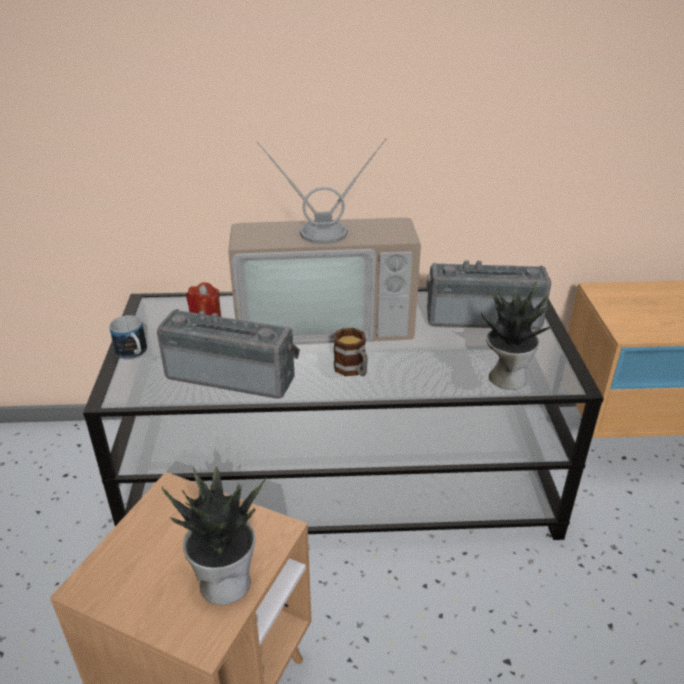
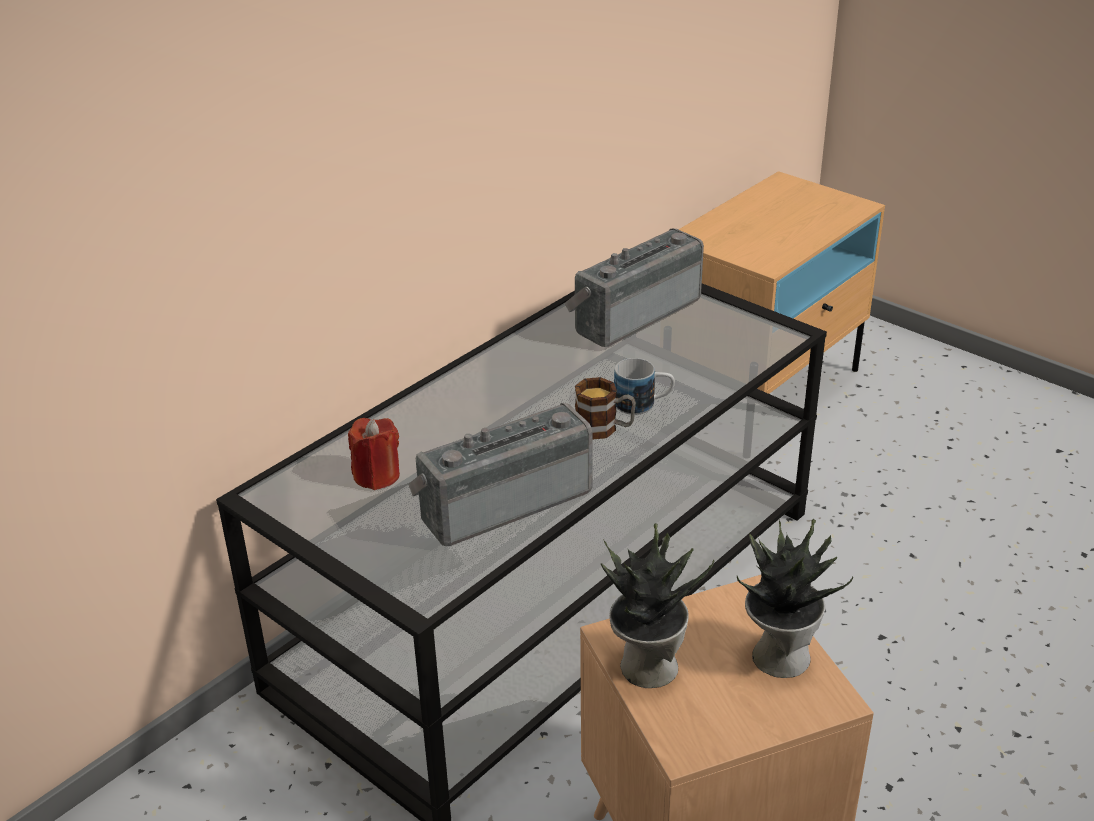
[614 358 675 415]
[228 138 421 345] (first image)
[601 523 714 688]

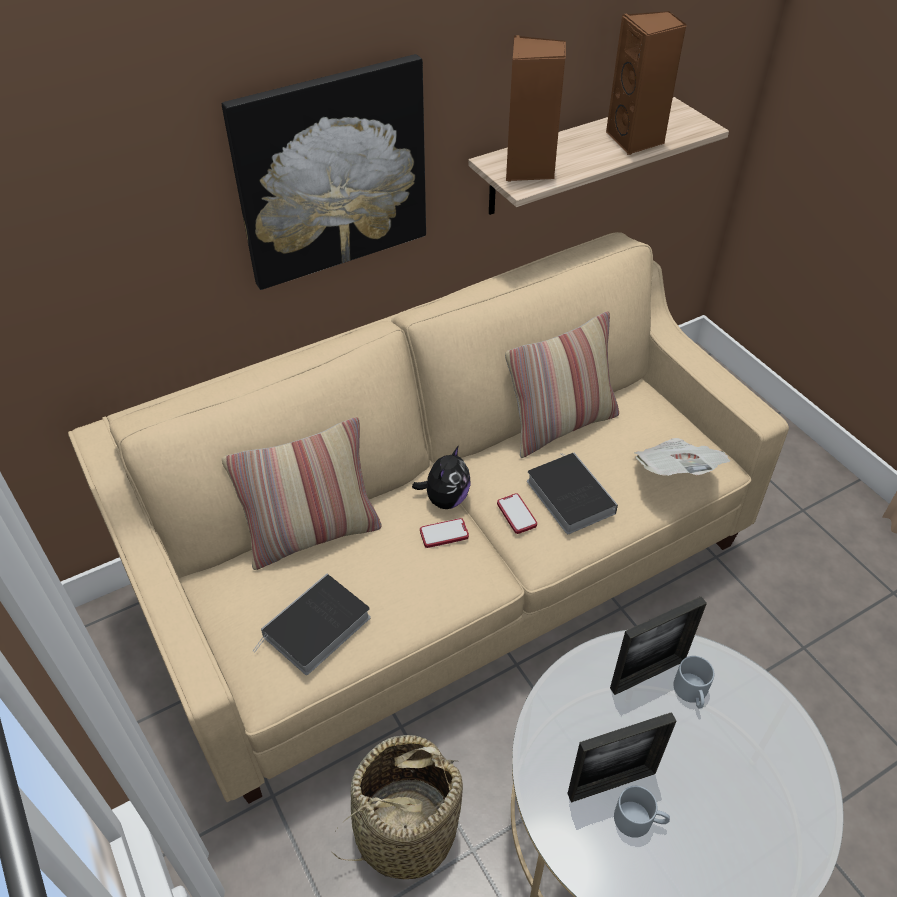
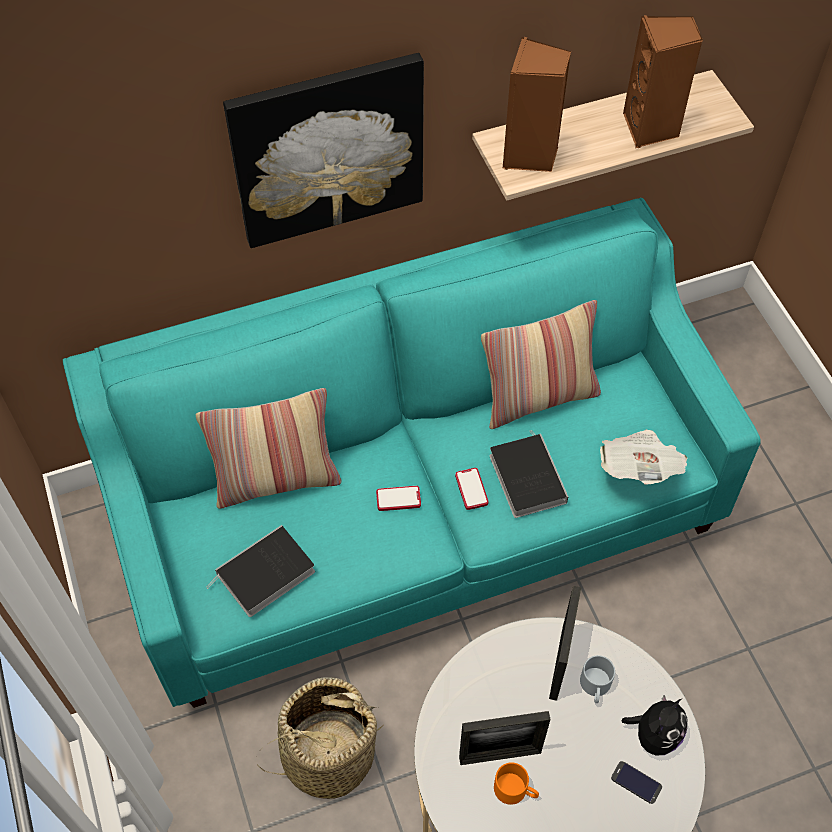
[63 198 761 708]
[621 695 687 755]
[549 586 581 701]
[494 762 539 805]
[611 761 662 804]

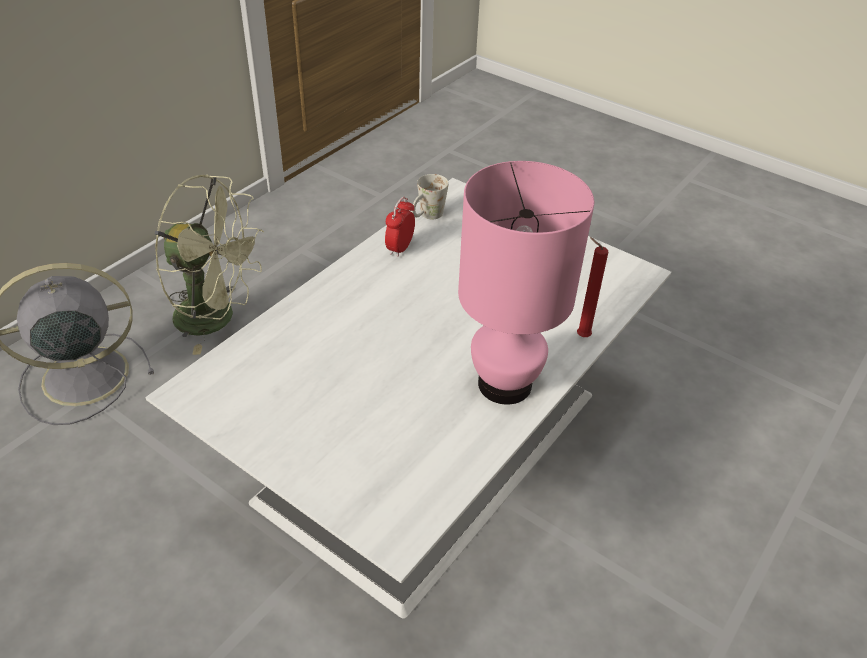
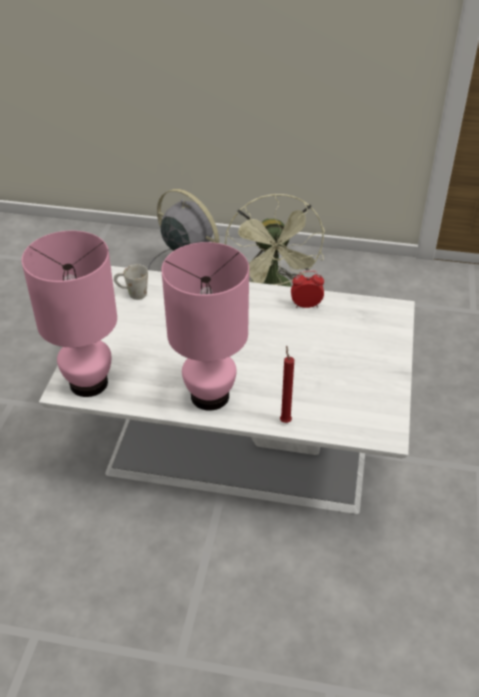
[114 264 148 300]
[22 231 117 397]

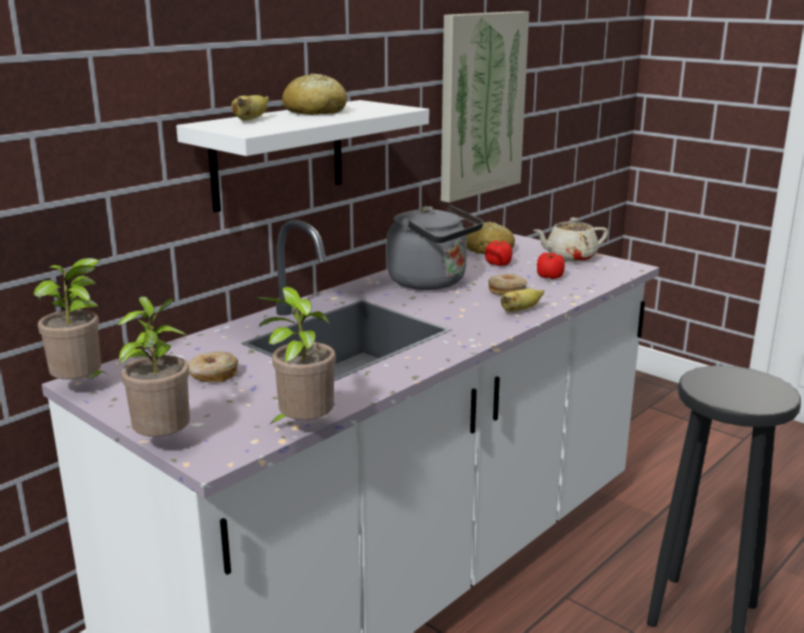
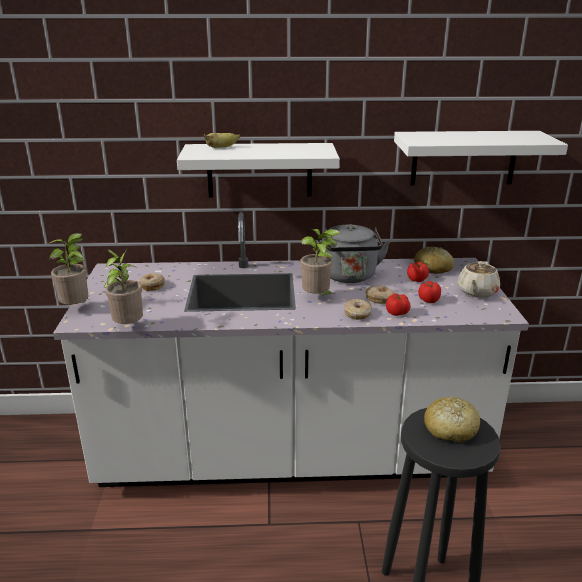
[300 229 341 296]
[424 397 480 442]
[394 131 568 185]
[344 299 372 320]
[458 261 500 298]
[386 293 410 316]

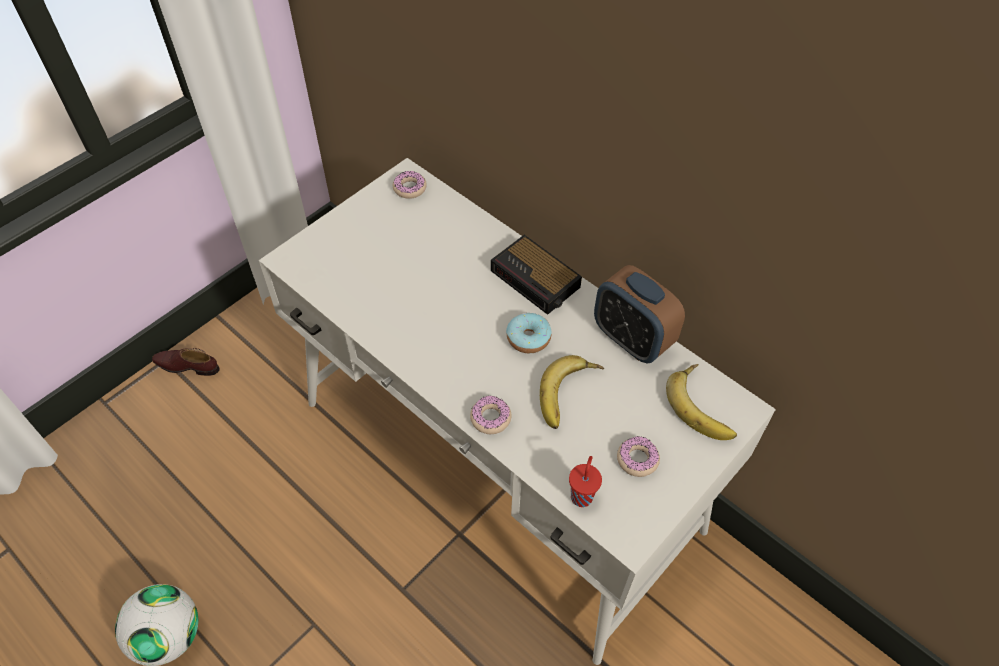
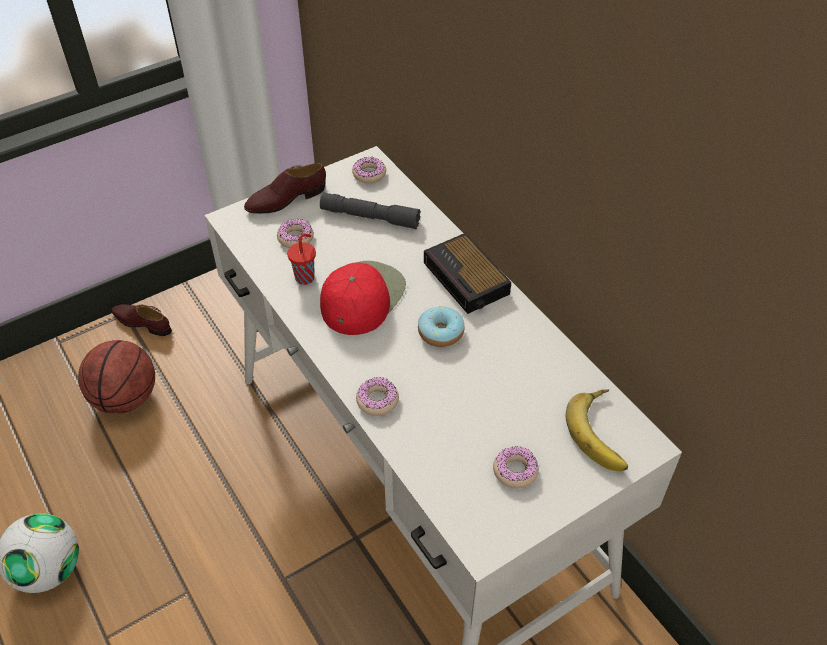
[540 355 604 429] (first image)
[287 233 316 285]
[594 265 685 364] (first image)
[78 340 155 414]
[244 163 326 214]
[277 219 314 248]
[320 193 421 229]
[320 261 406 335]

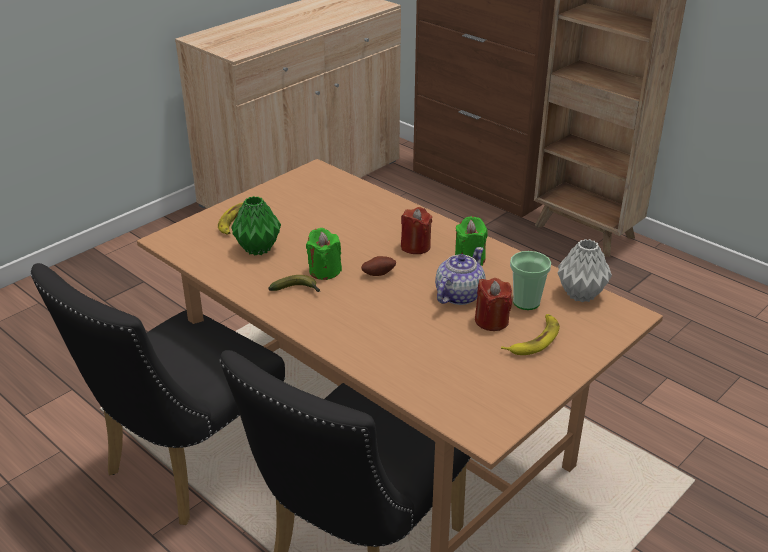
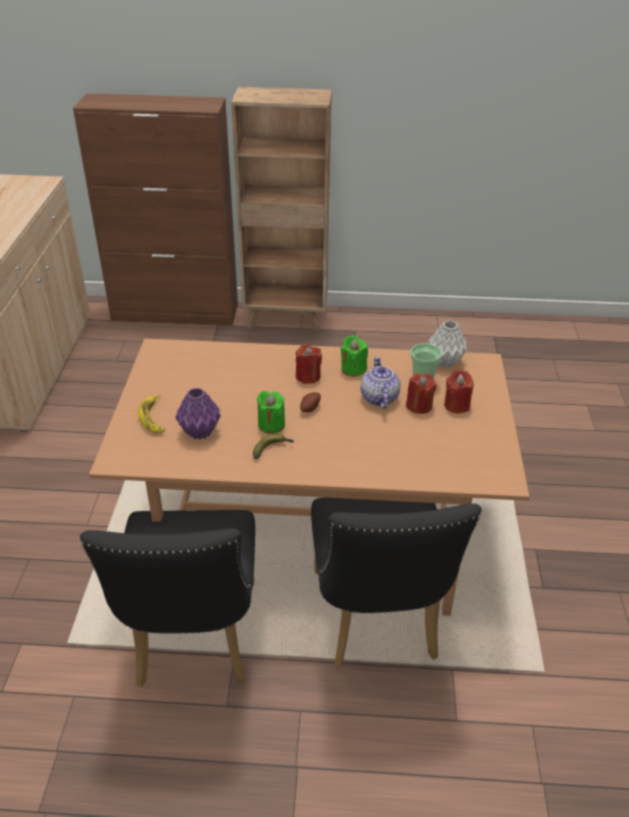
[175 388 221 440]
[444 370 474 413]

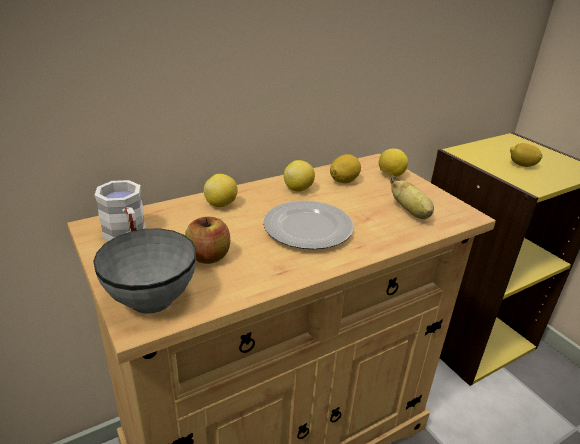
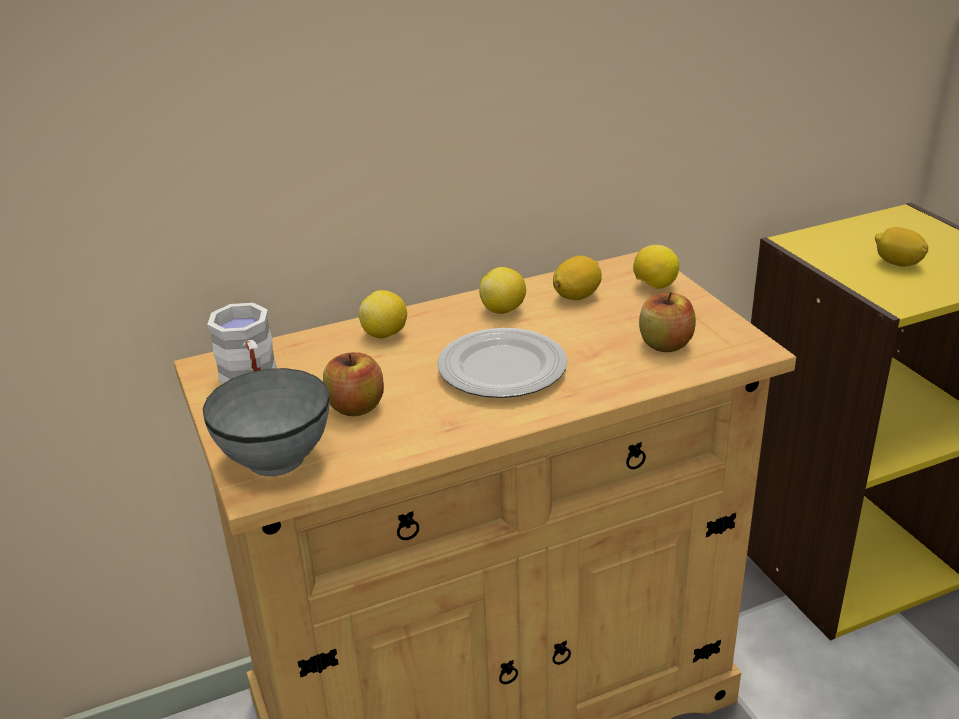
[639 292 696 352]

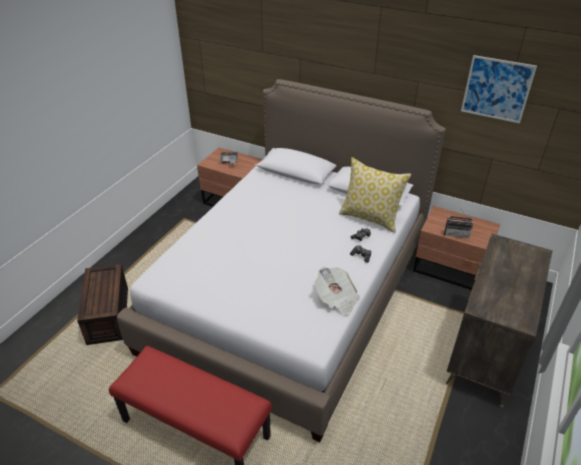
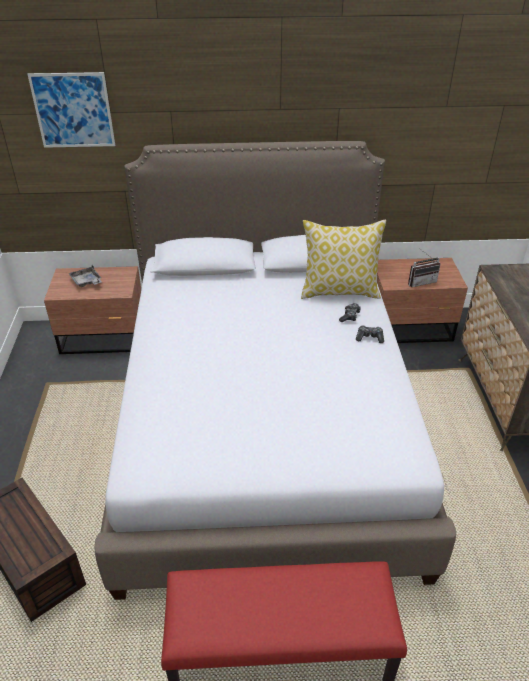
[315 267 360 315] (first image)
[28 72 115 148]

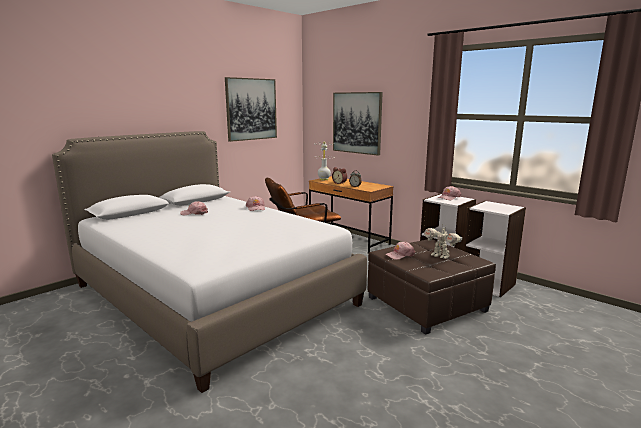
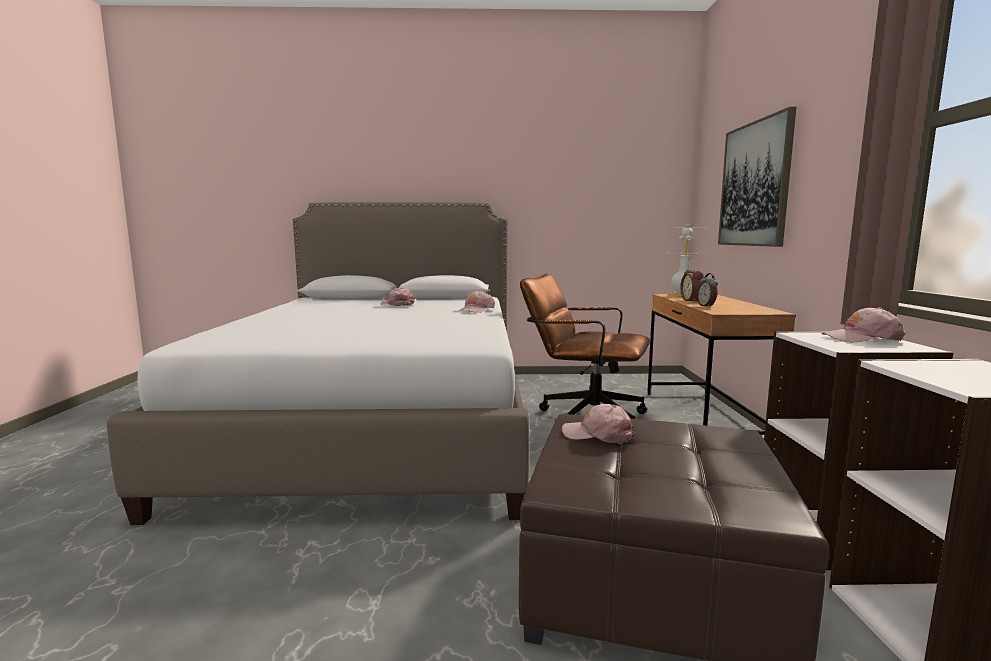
[225 77 277 142] (first image)
[424 226 462 259] (first image)

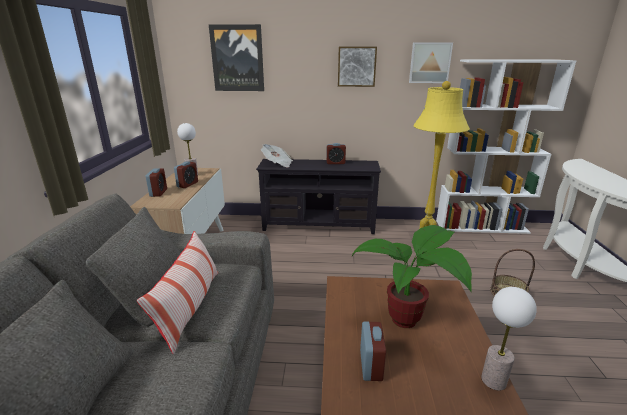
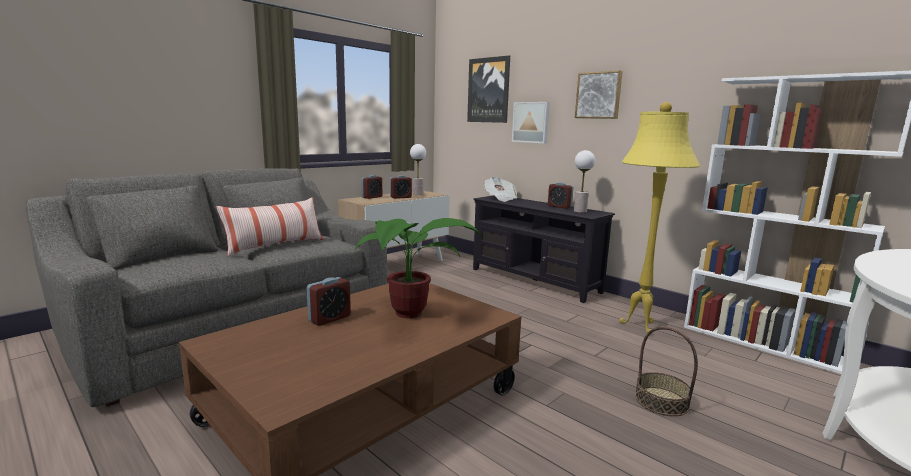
[512 102 550 143]
[574 150 595 213]

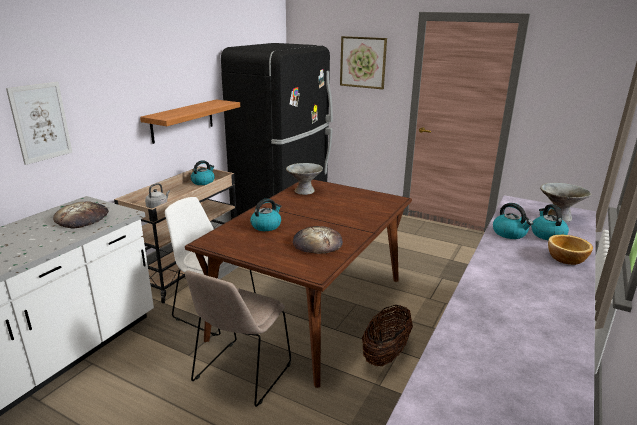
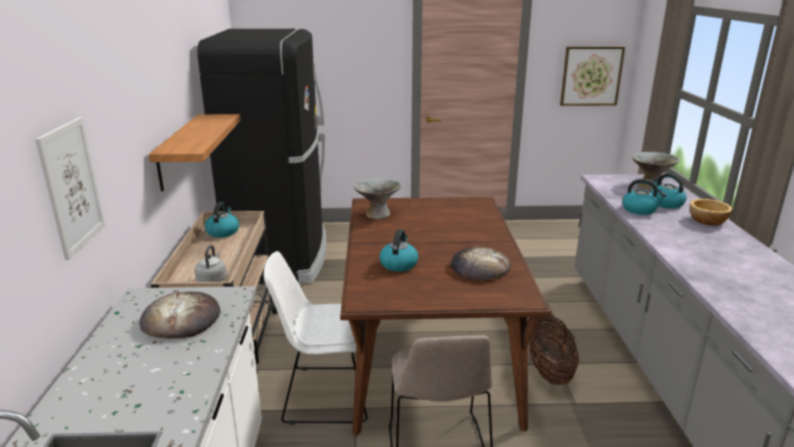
[560 46 625 106]

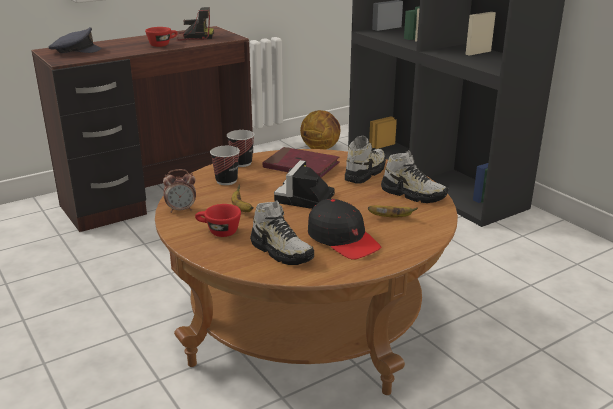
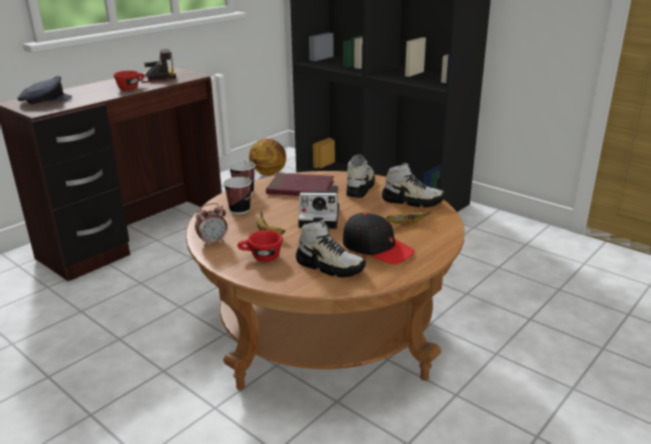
[298 185 339 229]

